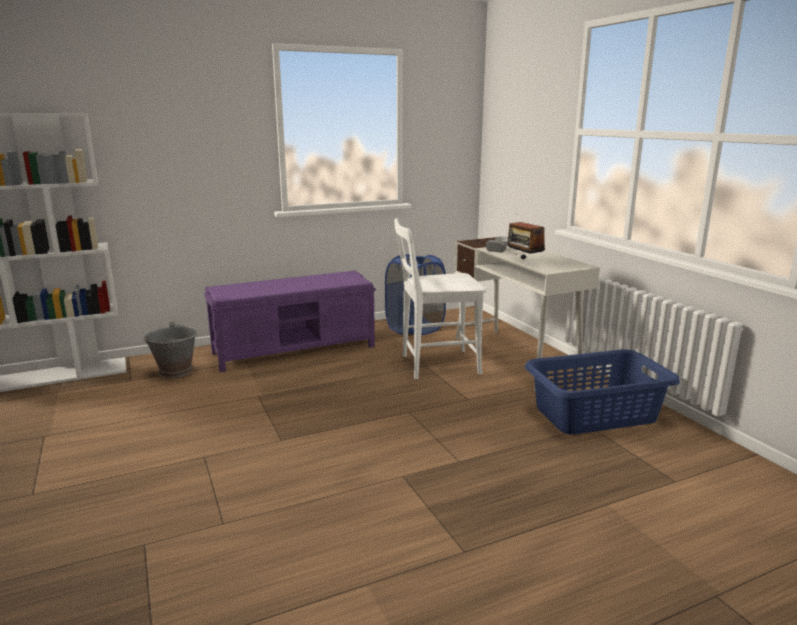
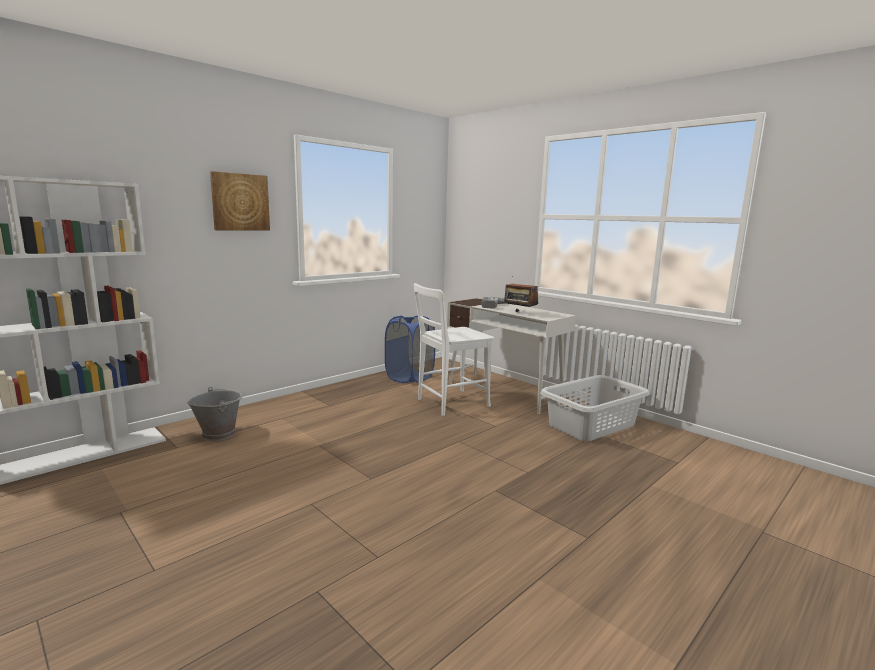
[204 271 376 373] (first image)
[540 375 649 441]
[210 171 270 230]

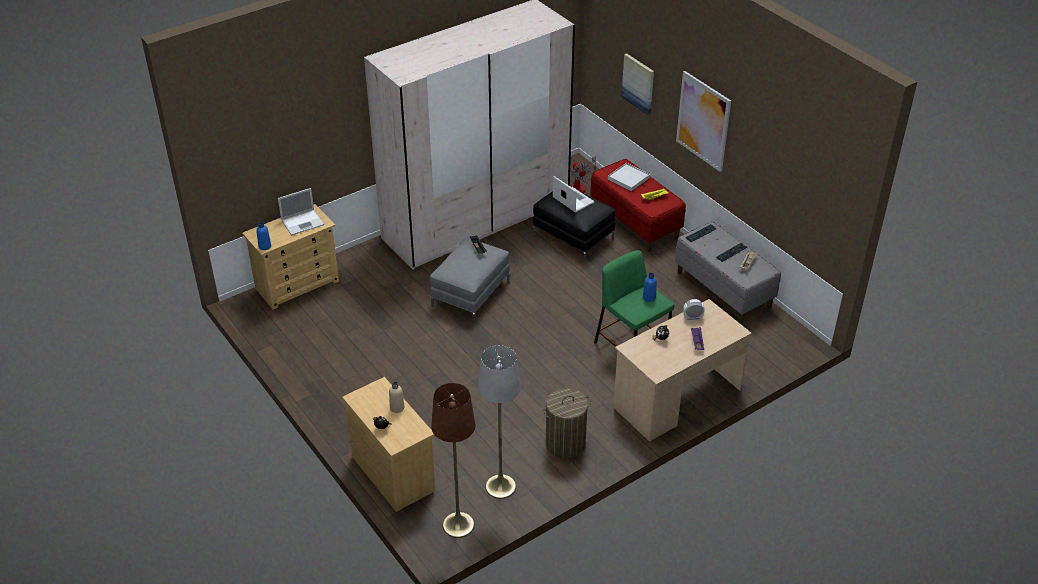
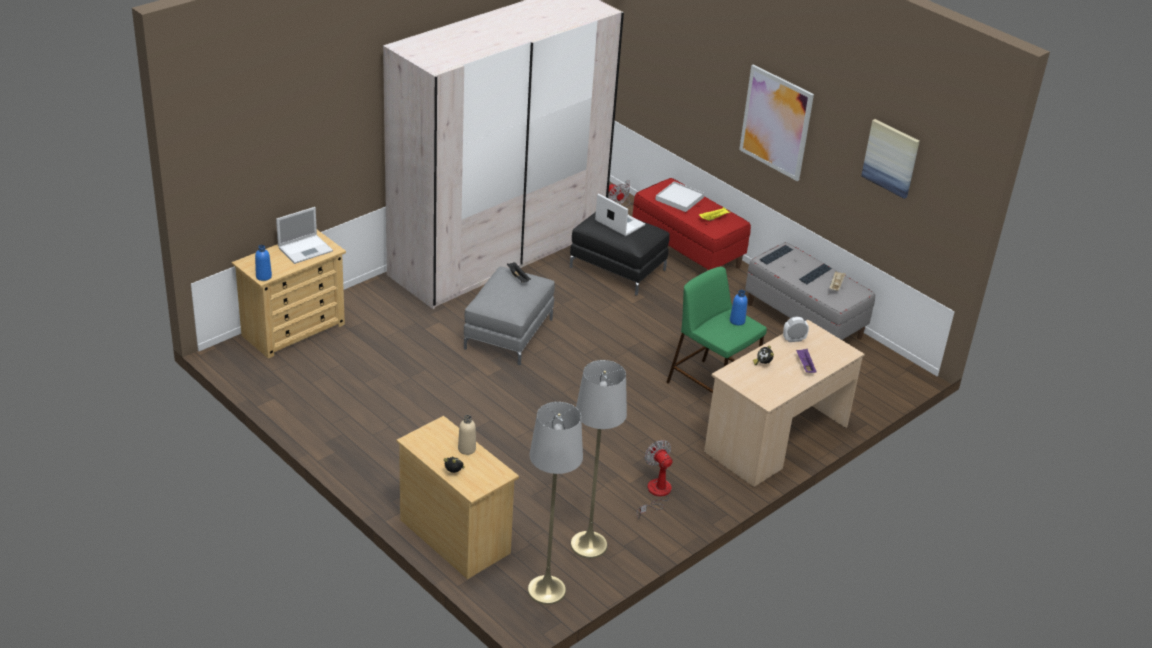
[528 402 583 605]
[637 440 673 519]
[861 119 920 199]

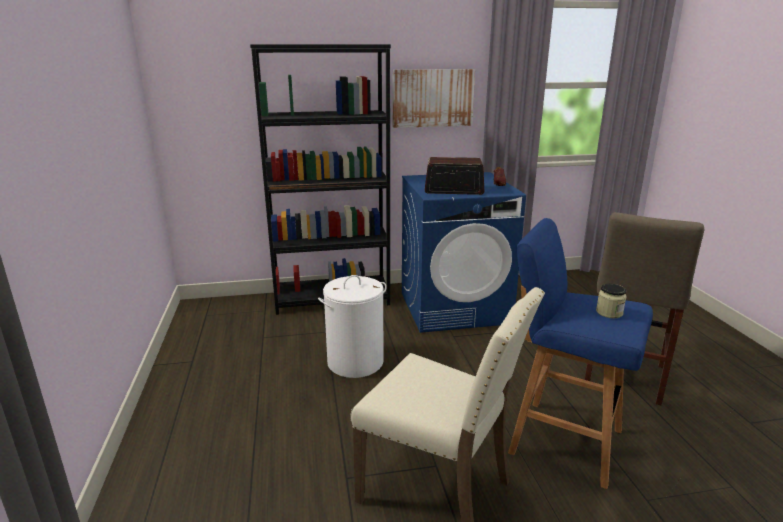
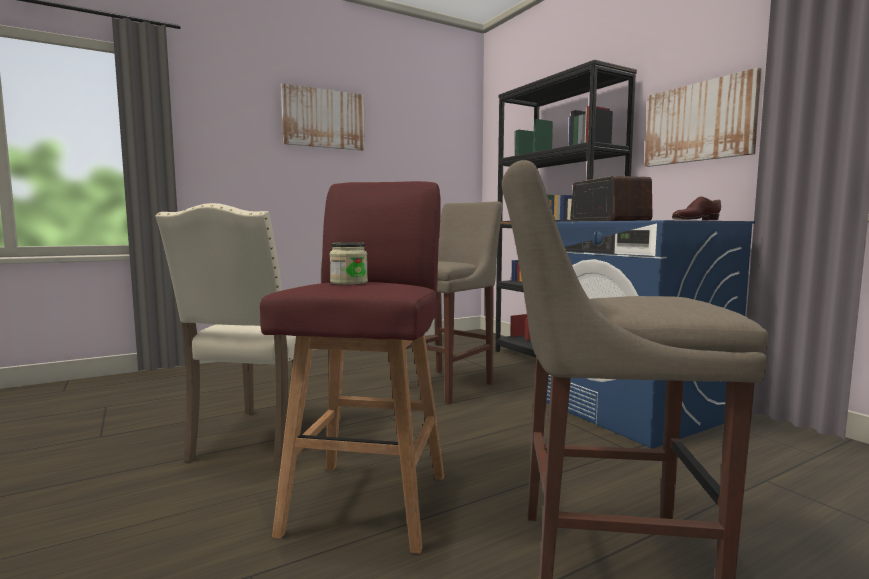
[406 201 503 404]
[260 181 444 554]
[281 83 365 150]

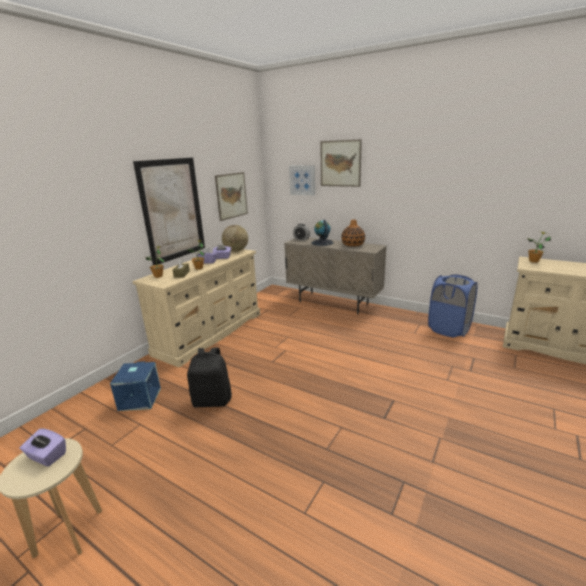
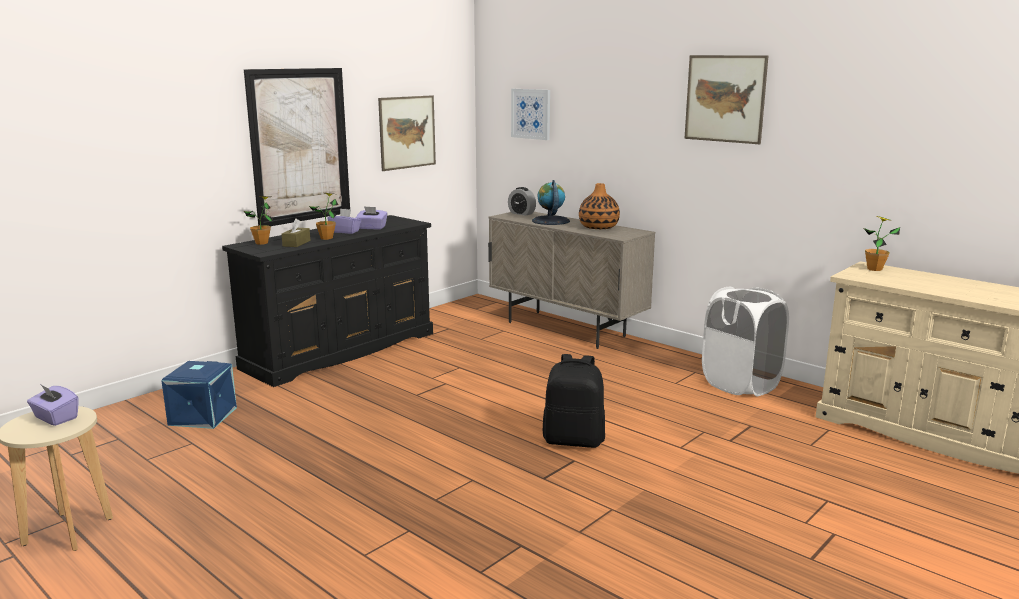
[222 215 433 387]
[543 354 605 448]
[222 225 248 252] (first image)
[684 55 769 144]
[702 287 789 396]

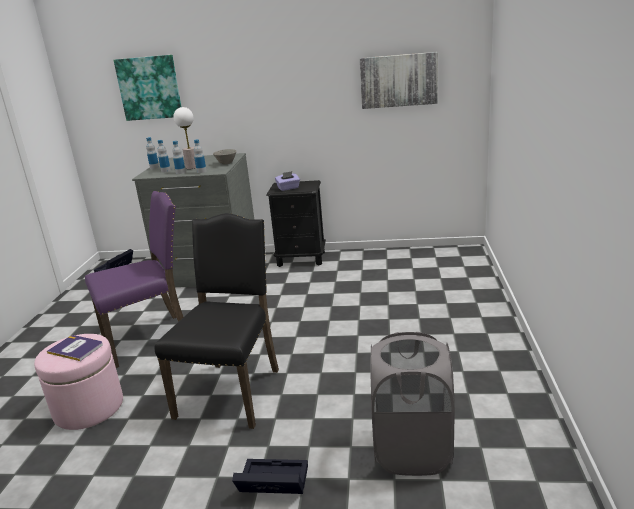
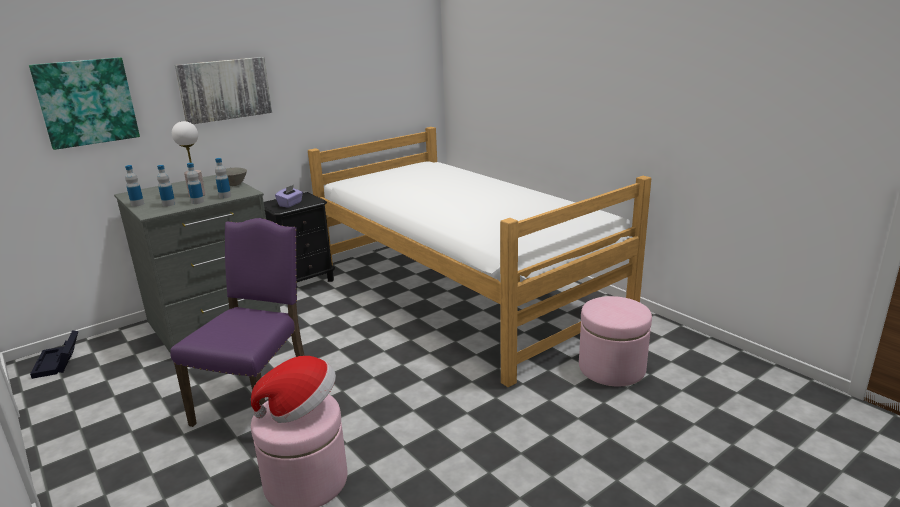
[251 356 336 423]
[155 213 279 429] (first image)
[232 459 308 494] (first image)
[175 57 272 124]
[579 296 652 386]
[308 127 652 387]

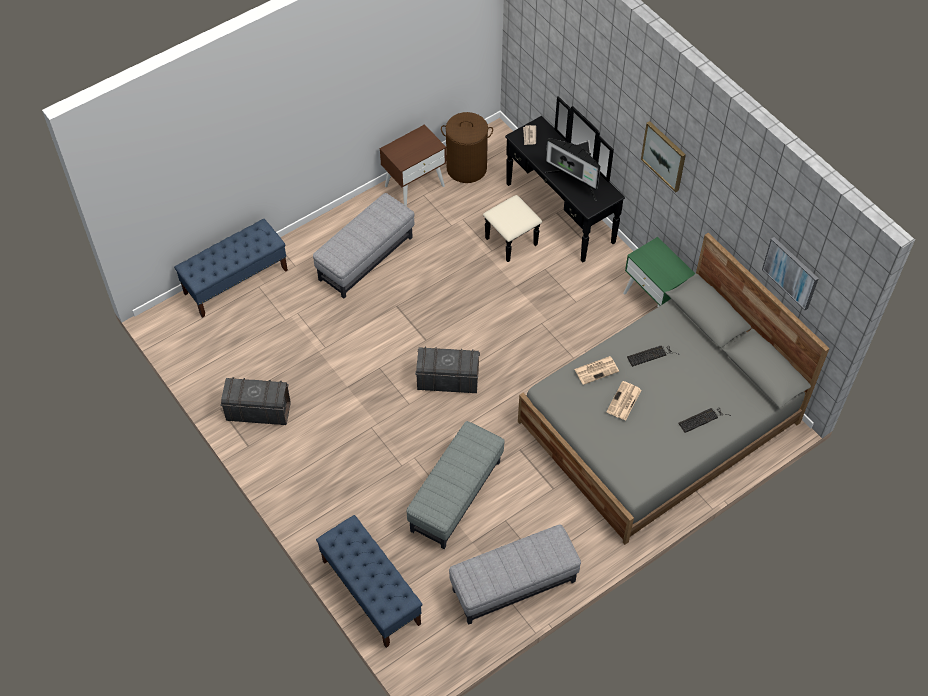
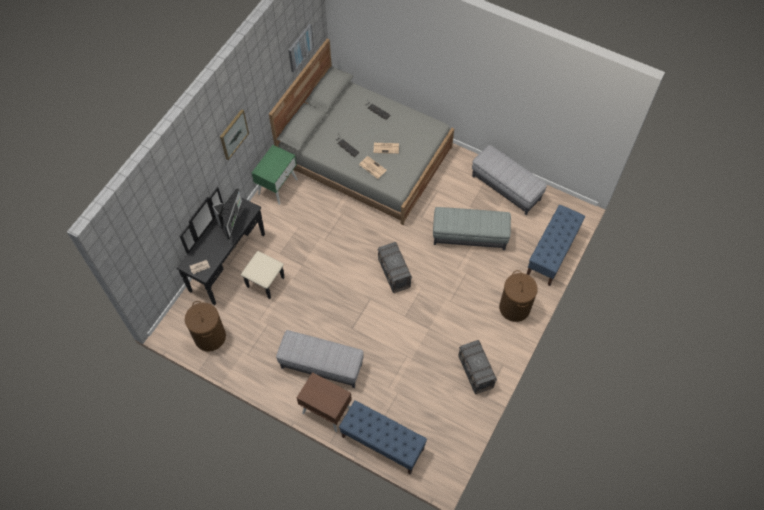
[297 372 352 432]
[499 270 538 322]

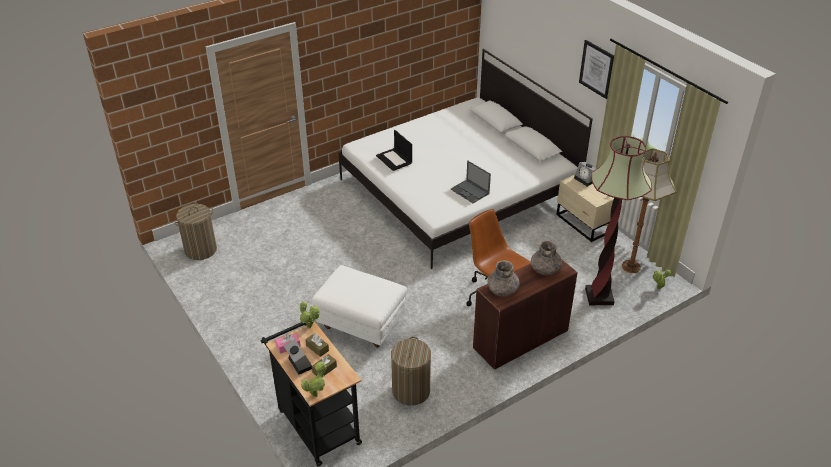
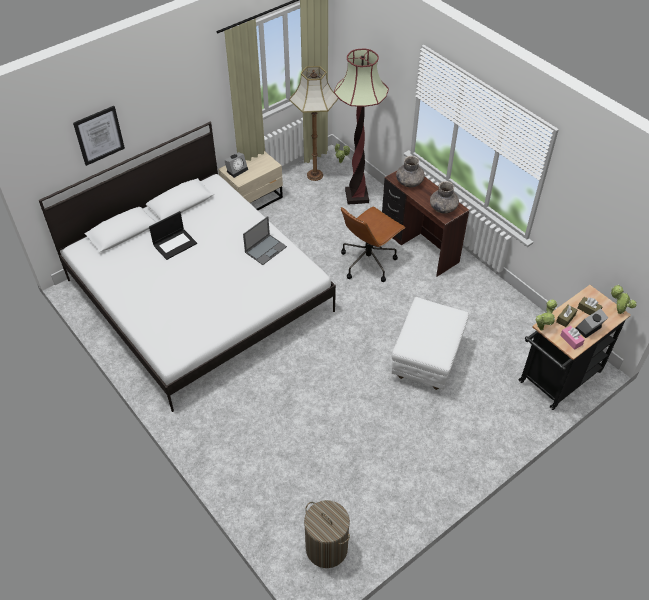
[149 211 197 260]
[391 337 431 406] (first image)
[73 106 125 166]

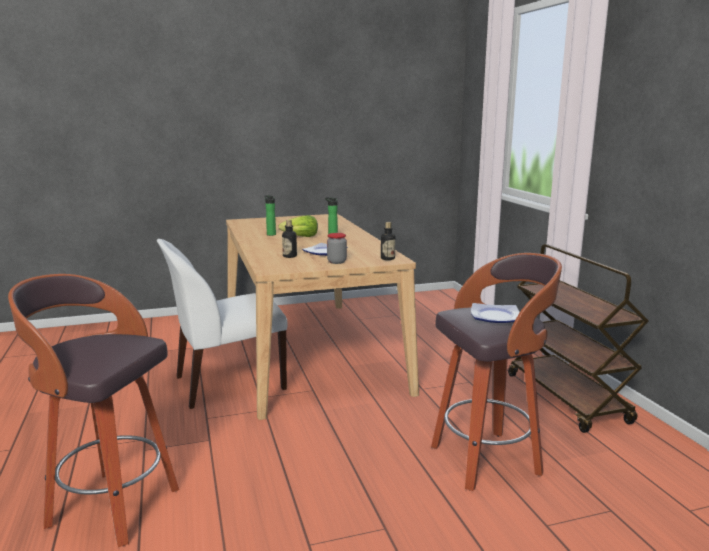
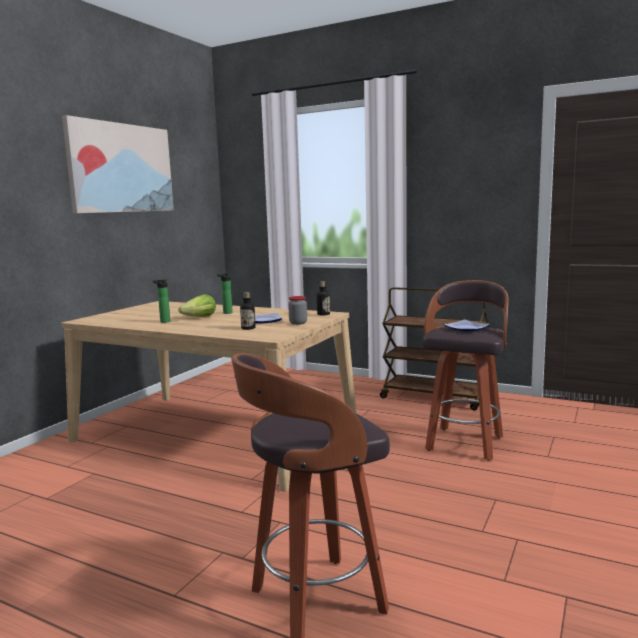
[157 239 288 409] (first image)
[62 115 174 214]

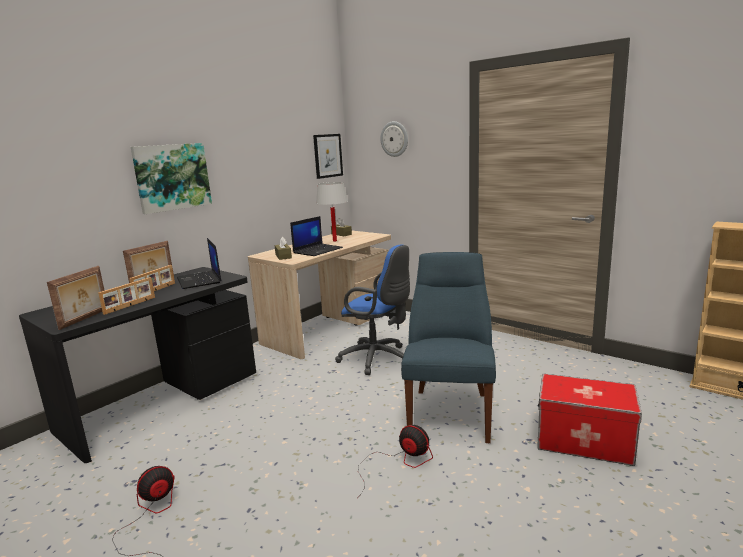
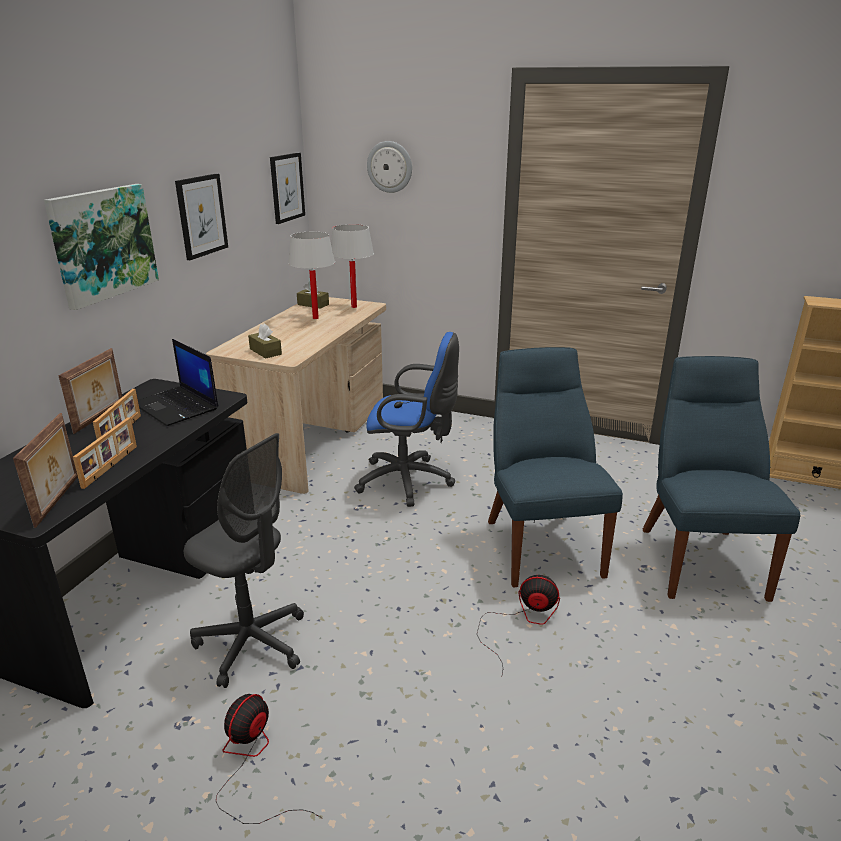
[290 216 343 256] (first image)
[643 356 801 602]
[175 173 228 260]
[184 433 304 688]
[331 224 374 308]

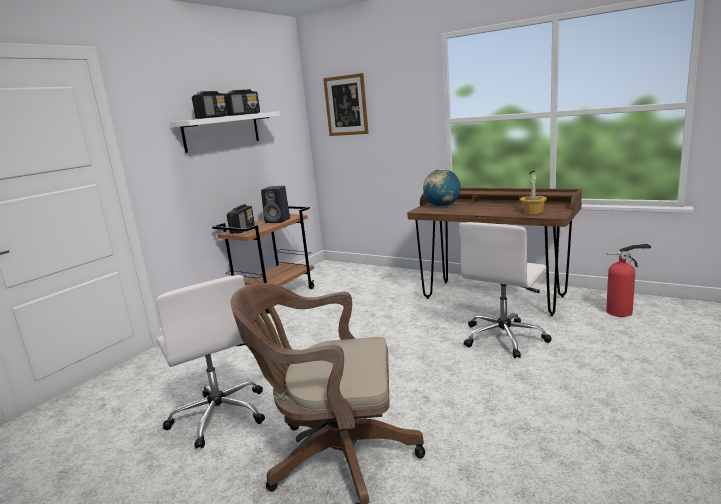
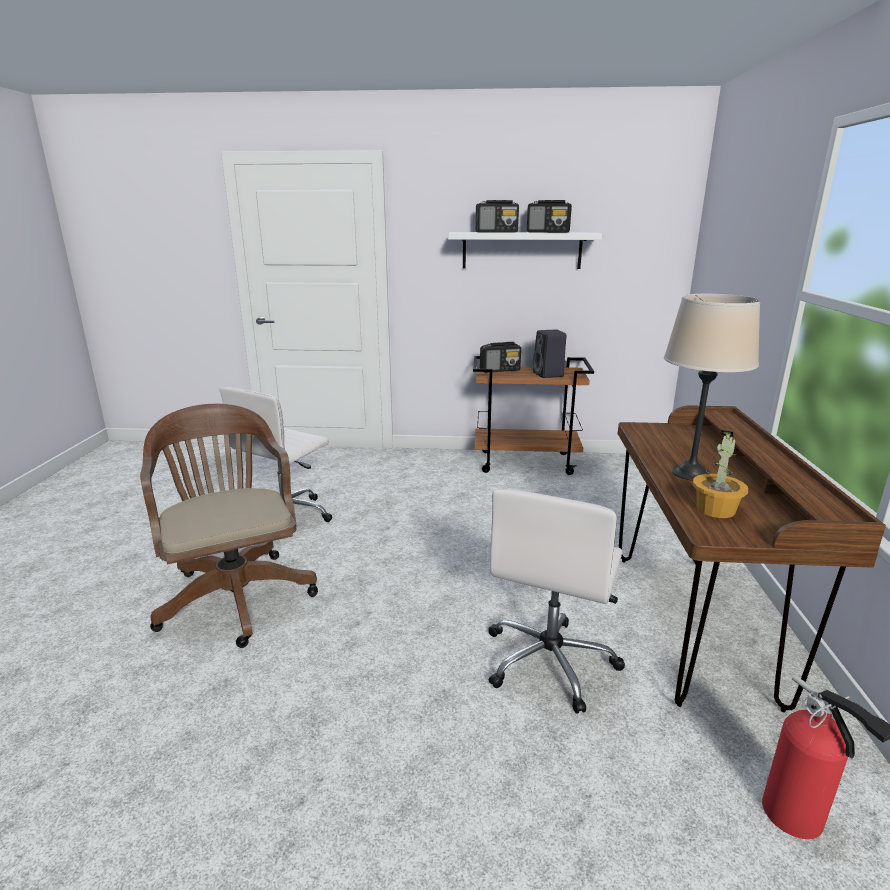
[323 73 369 136] (first image)
[423 169 461 207] (first image)
[488 489 625 714]
[664 294 761 481]

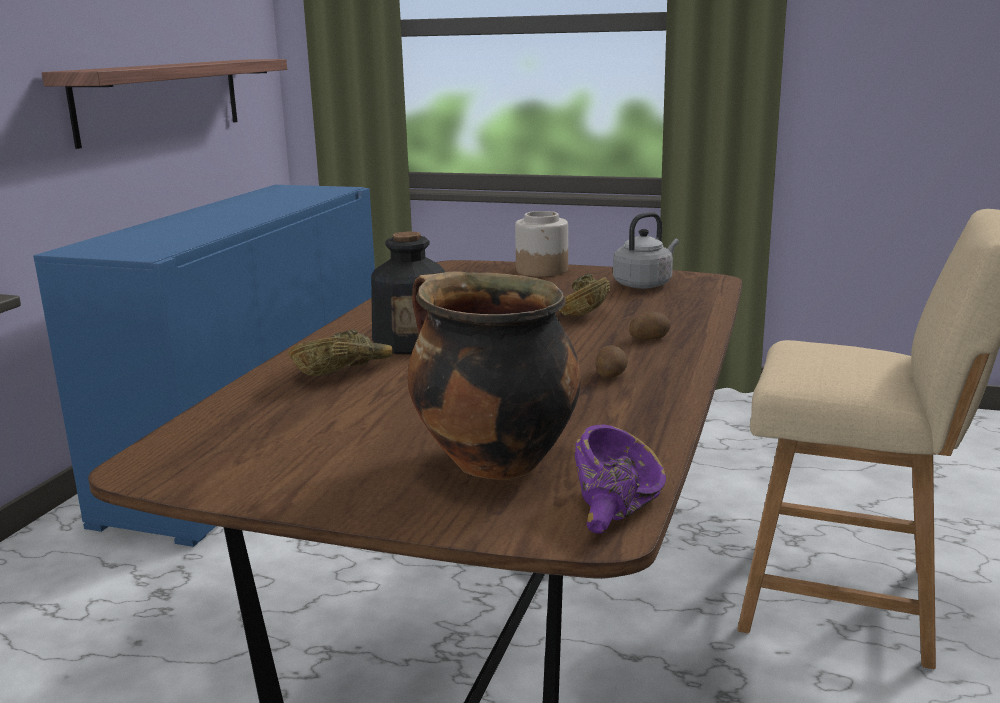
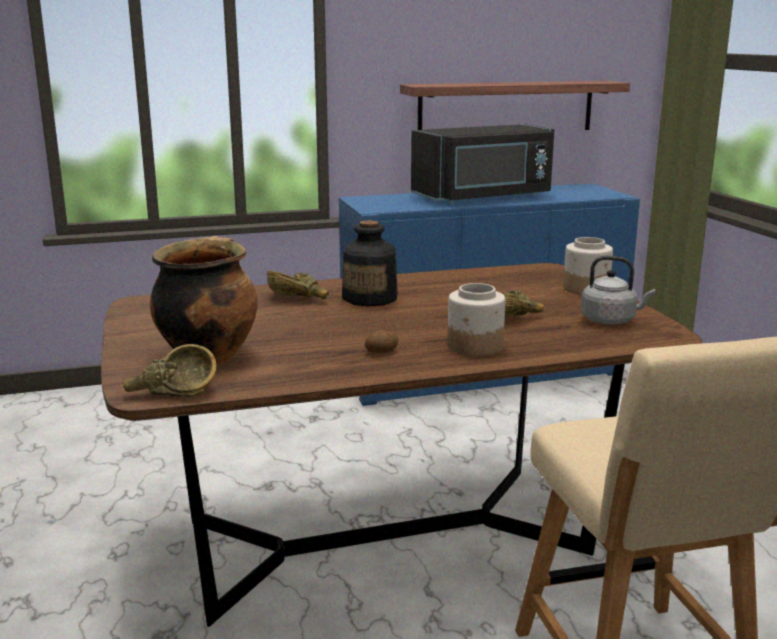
[123 344 217 398]
[447 283 505 356]
[411 124 554 204]

